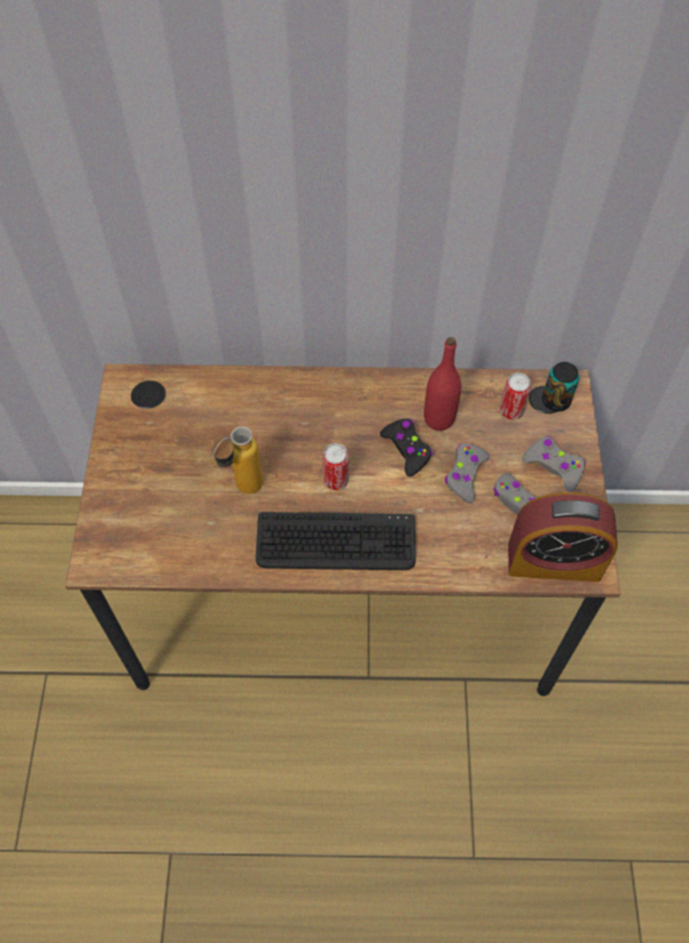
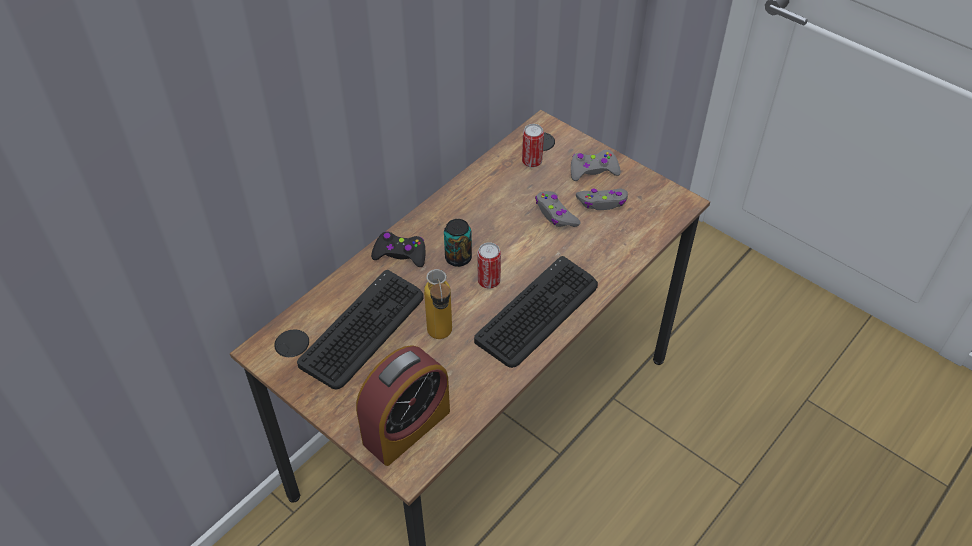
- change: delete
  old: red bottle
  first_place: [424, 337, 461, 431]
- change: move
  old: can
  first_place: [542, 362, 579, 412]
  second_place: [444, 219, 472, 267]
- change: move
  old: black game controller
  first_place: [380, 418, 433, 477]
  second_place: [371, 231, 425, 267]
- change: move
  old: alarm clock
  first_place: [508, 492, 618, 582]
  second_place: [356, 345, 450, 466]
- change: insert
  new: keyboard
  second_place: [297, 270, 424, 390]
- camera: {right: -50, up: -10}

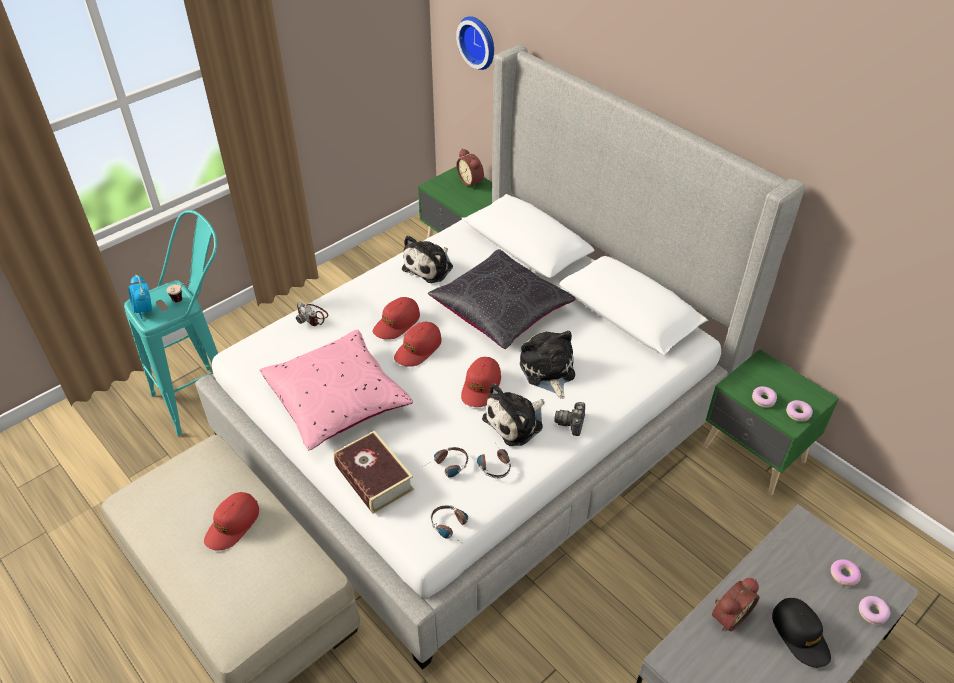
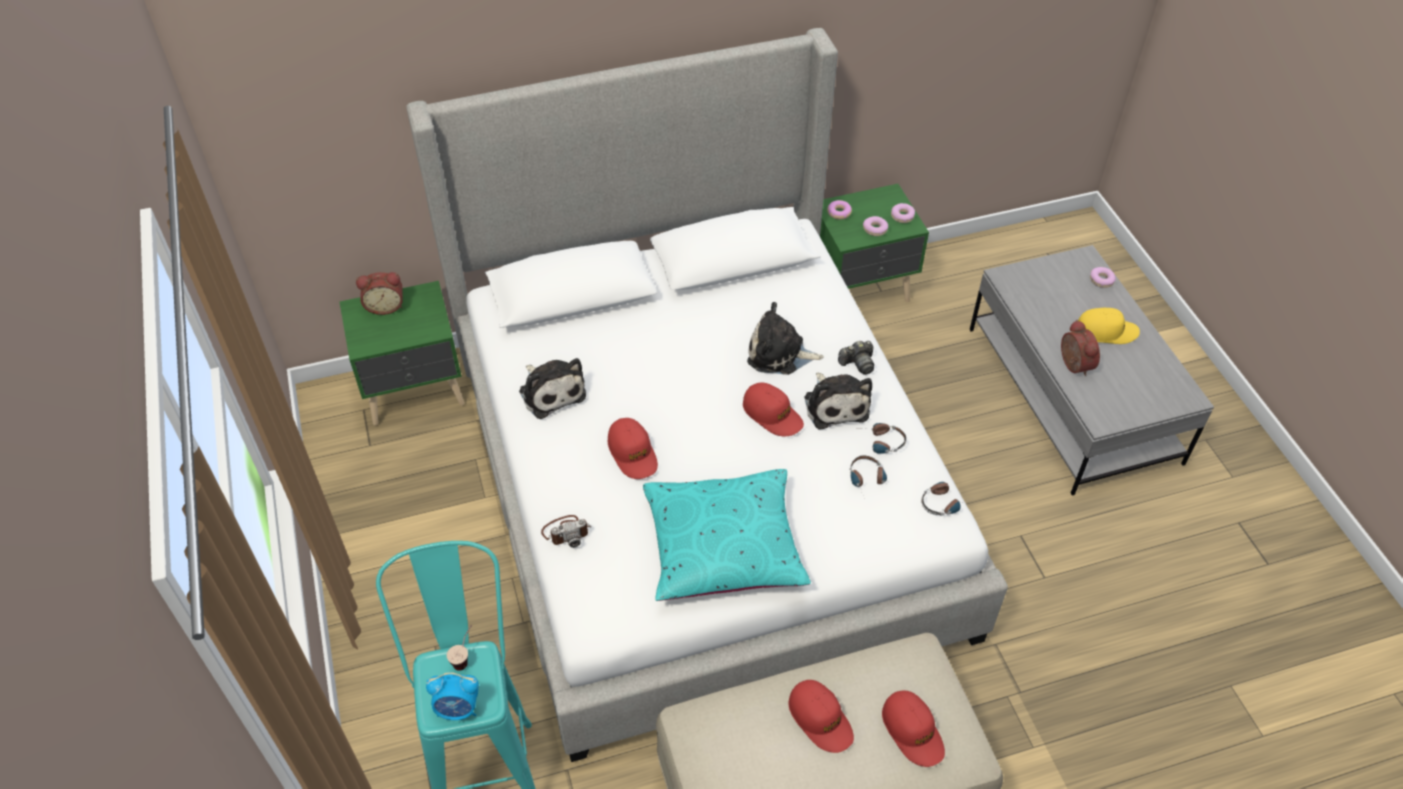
- change: delete
  old: wall clock
  first_place: [456, 16, 494, 70]
- change: delete
  old: black pillow
  first_place: [428, 249, 576, 349]
- change: move
  old: red cap
  first_place: [394, 322, 442, 367]
  second_place: [882, 690, 945, 767]
- change: recolor
  old: pink pillow
  new: turquoise pillow
  first_place: [259, 330, 413, 450]
  second_place: [643, 469, 811, 601]
- change: rotate
  old: photo camera
  first_place: [554, 402, 585, 436]
  second_place: [838, 341, 874, 375]
  degrees: -60
- change: delete
  old: book
  first_place: [333, 431, 414, 514]
- change: move
  old: donut
  first_place: [831, 559, 861, 586]
  second_place: [827, 200, 852, 220]
- change: recolor
  old: black cap
  new: yellow cap
  first_place: [772, 598, 831, 668]
  second_place: [1078, 308, 1140, 344]
- camera: {right: -65, up: 5}

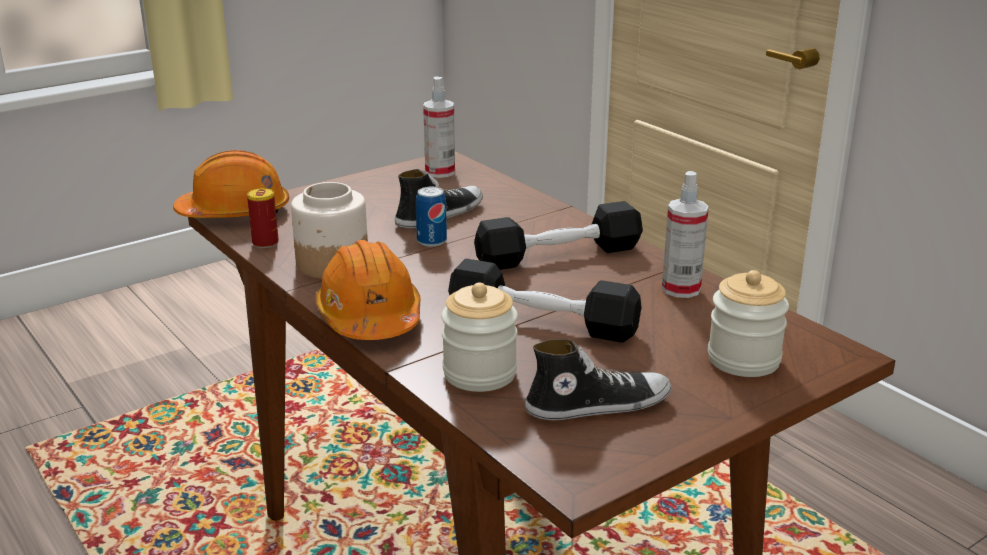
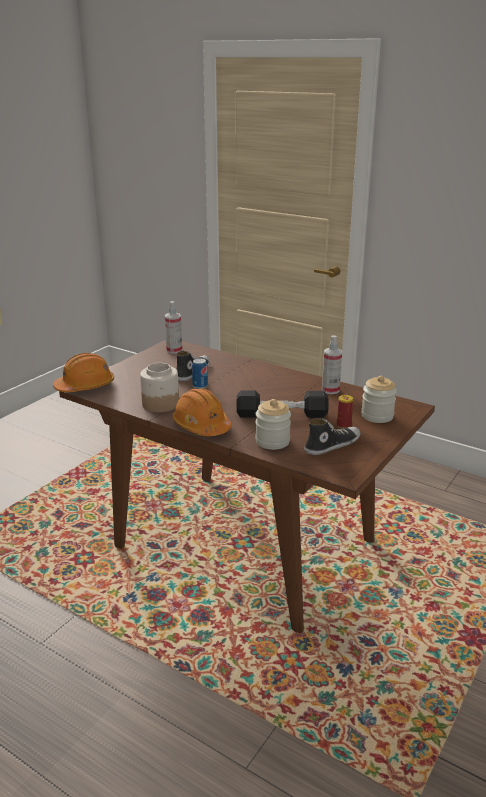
- change: move
  old: can
  first_place: [247, 188, 279, 248]
  second_place: [337, 395, 353, 428]
- change: delete
  old: black dumbbell
  first_place: [474, 201, 643, 270]
- camera: {right: -20, up: 0}

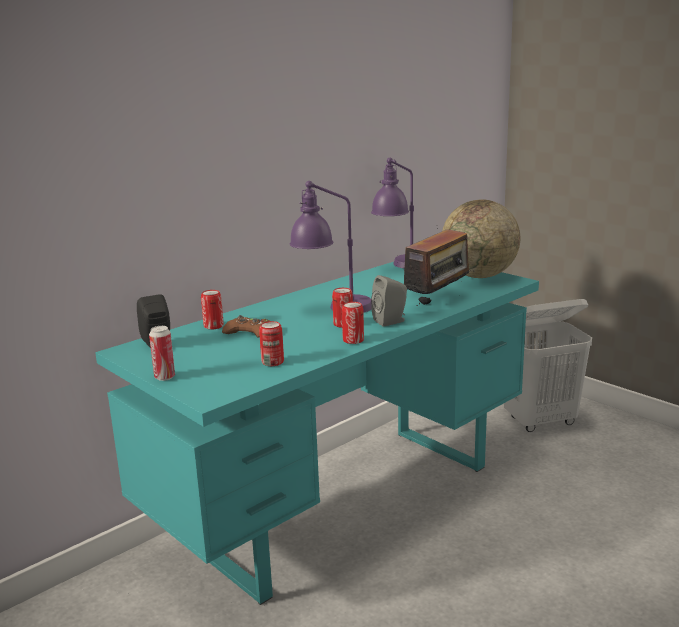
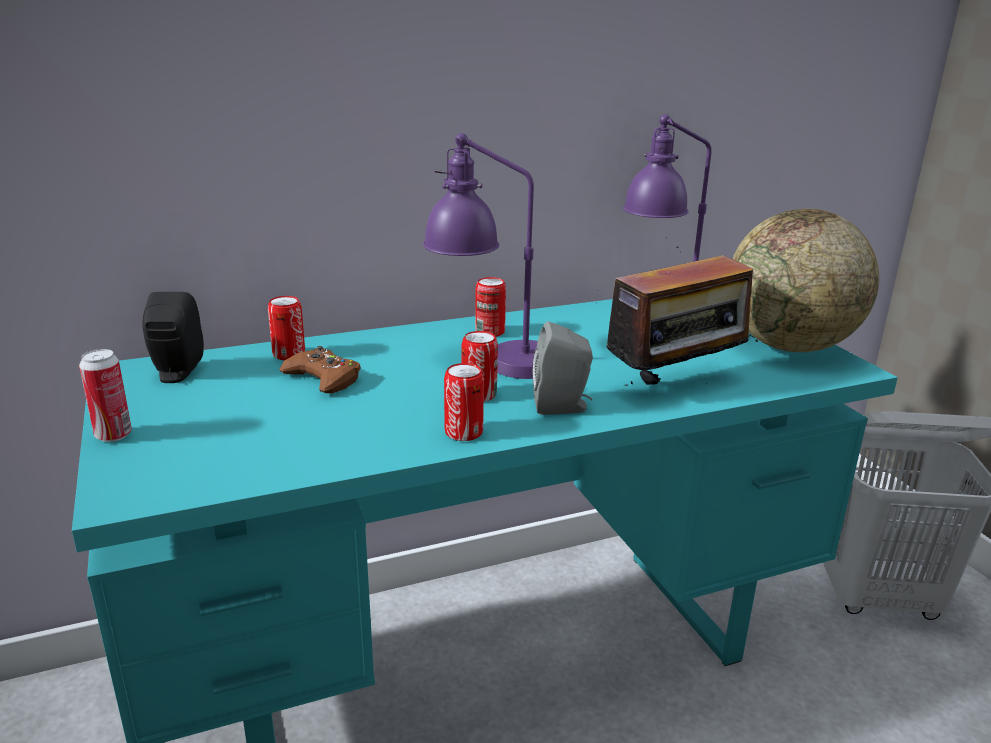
- change: move
  old: can
  first_place: [259, 321, 284, 366]
  second_place: [475, 277, 506, 337]
- camera: {right: 20, up: 5}

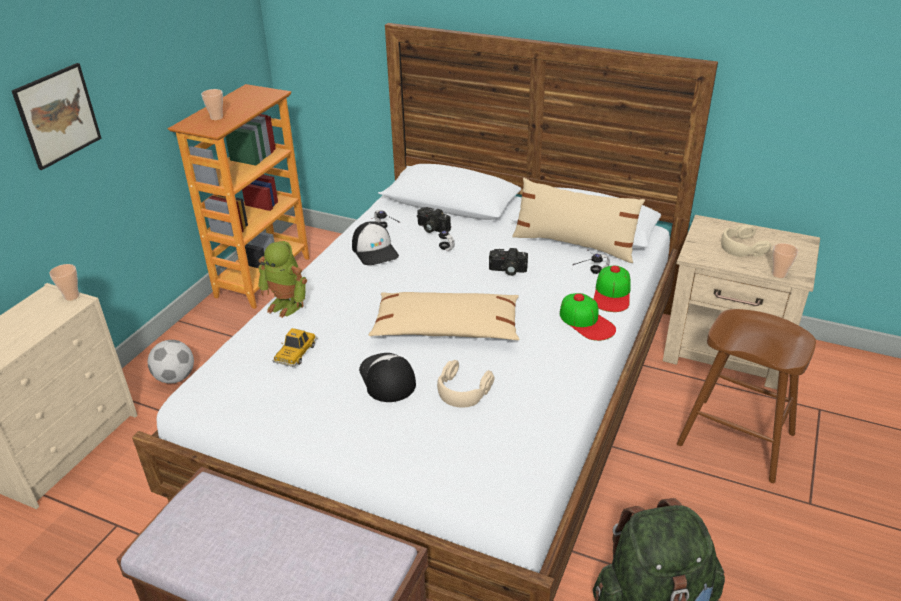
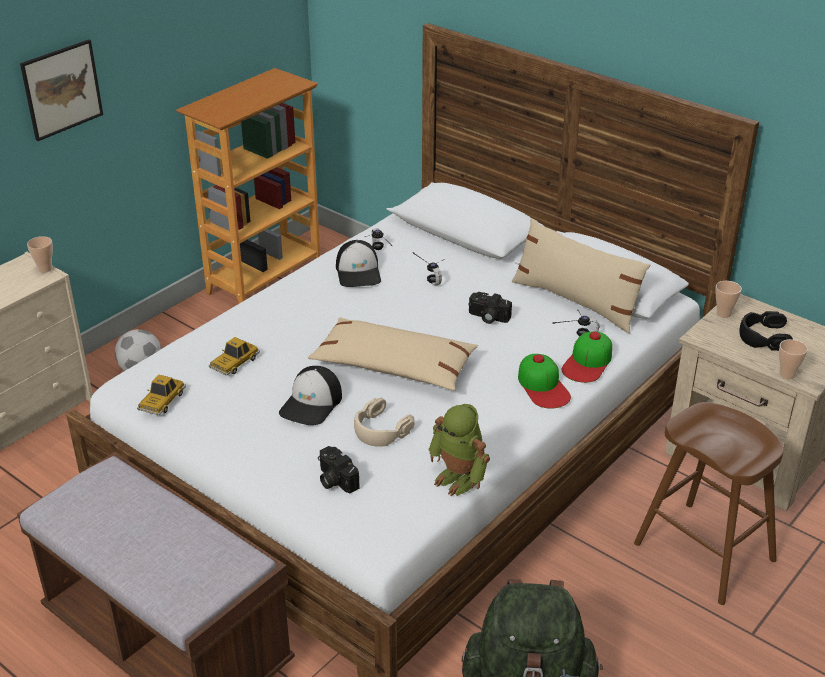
- change: move
  old: cup
  first_place: [201, 89, 223, 120]
  second_place: [715, 281, 742, 318]
- change: move
  old: photo camera
  first_place: [417, 207, 451, 233]
  second_place: [318, 446, 359, 493]
- change: recolor
  old: beige headphones
  new: black headphones
  first_place: [721, 224, 771, 257]
  second_place: [740, 311, 793, 351]
- change: move
  old: toy robot
  first_place: [258, 241, 307, 318]
  second_place: [428, 404, 490, 496]
- change: rotate
  old: cap
  first_place: [359, 353, 416, 402]
  second_place: [279, 366, 342, 425]
  degrees: -150
- change: insert
  new: toy car
  second_place: [137, 375, 186, 415]
- camera: {right: 15, up: 0}

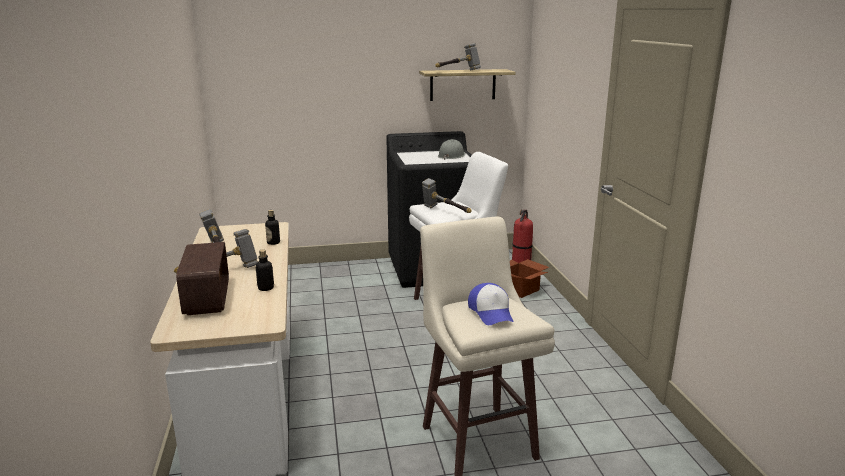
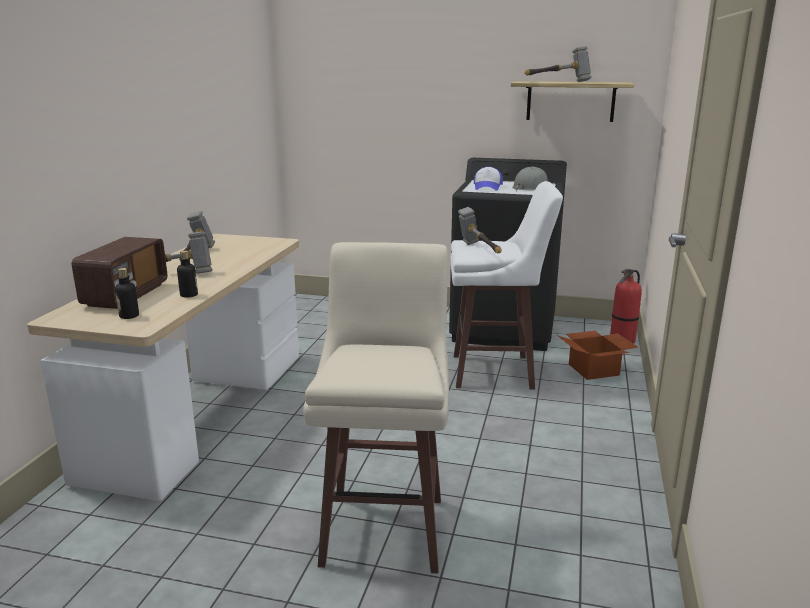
- change: move
  old: bottle
  first_place: [265, 210, 280, 245]
  second_place: [115, 268, 139, 319]
- change: move
  old: cap
  first_place: [468, 283, 514, 325]
  second_place: [474, 167, 503, 191]
- camera: {right: 25, up: 0}

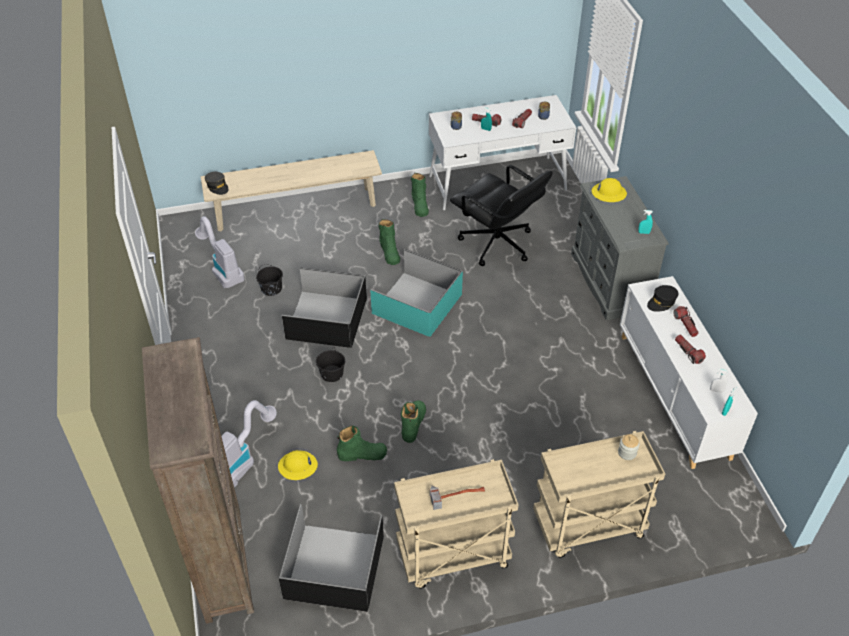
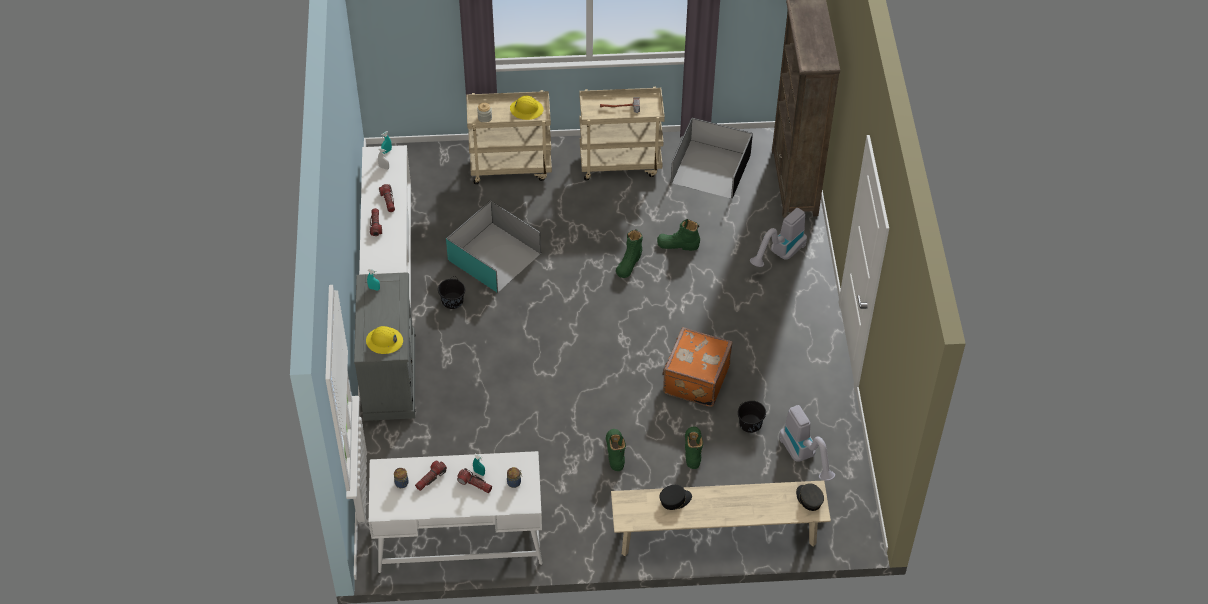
- change: delete
  old: black office chair
  first_place: [450, 165, 552, 266]
- change: move
  old: green boot
  first_place: [411, 173, 429, 217]
  second_place: [685, 426, 703, 469]
- change: move
  old: turquoise storage box
  first_place: [370, 249, 463, 337]
  second_place: [446, 200, 541, 292]
- change: replace
  old: black storage box
  new: orange suitcase
  first_place: [282, 268, 367, 348]
  second_place: [662, 327, 733, 407]
- change: move
  old: black cap
  first_place: [647, 285, 678, 312]
  second_place: [659, 485, 692, 510]
- change: move
  old: black bucket
  first_place: [316, 347, 345, 382]
  second_place: [438, 276, 465, 309]
- change: move
  old: yellow hard hat
  first_place: [278, 450, 318, 480]
  second_place: [510, 96, 543, 120]
- camera: {right: -170, up: 5}

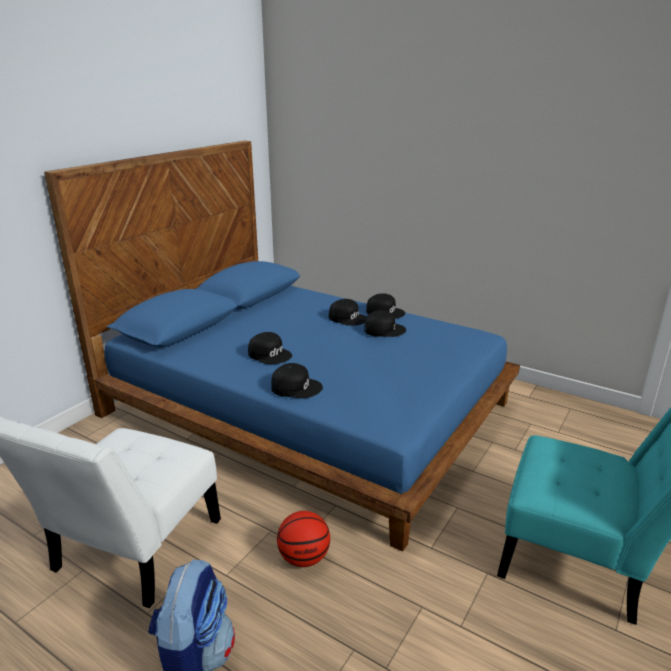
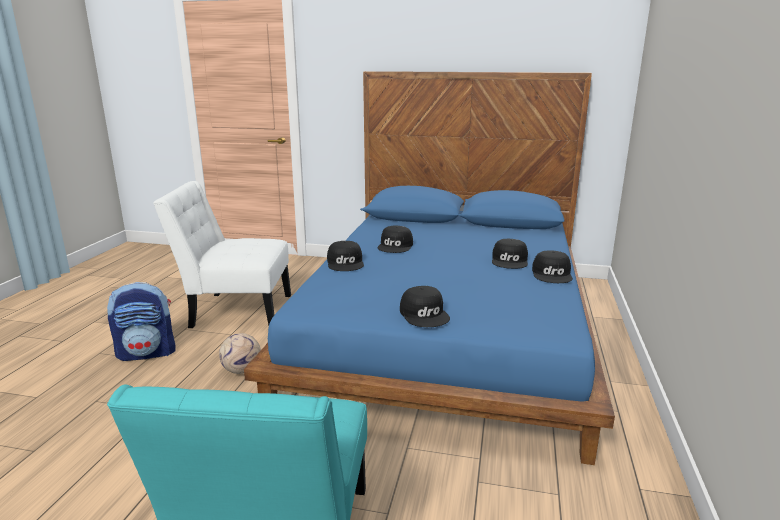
- change: move
  old: black cap
  first_place: [364, 310, 406, 337]
  second_place: [400, 286, 450, 327]
- change: replace
  old: basketball
  new: football
  first_place: [277, 511, 330, 567]
  second_place: [219, 333, 261, 374]
- camera: {right: 70, up: -5}

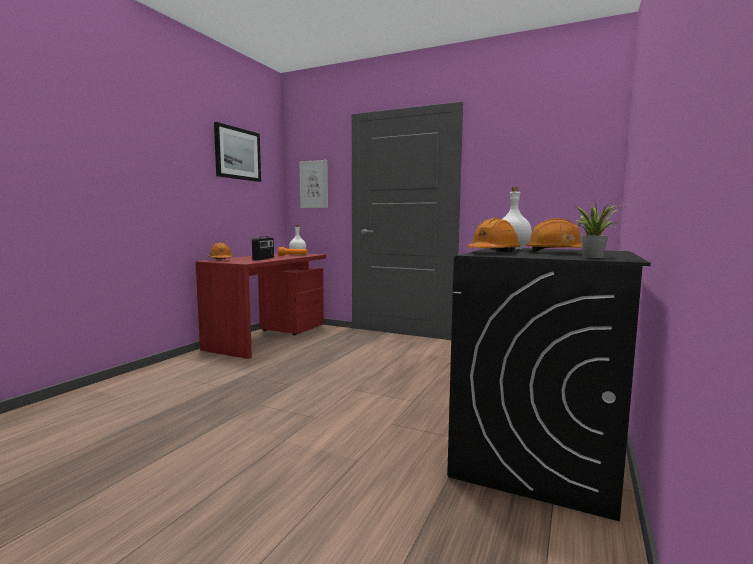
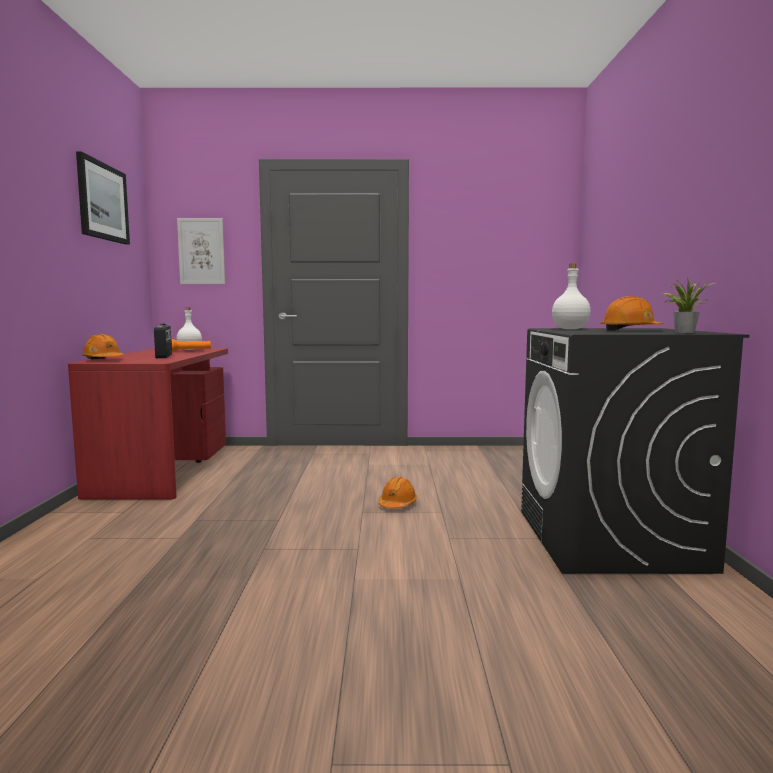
- change: move
  old: orange hard hat
  first_place: [466, 218, 520, 252]
  second_place: [378, 477, 417, 508]
- camera: {right: -25, up: 0}

